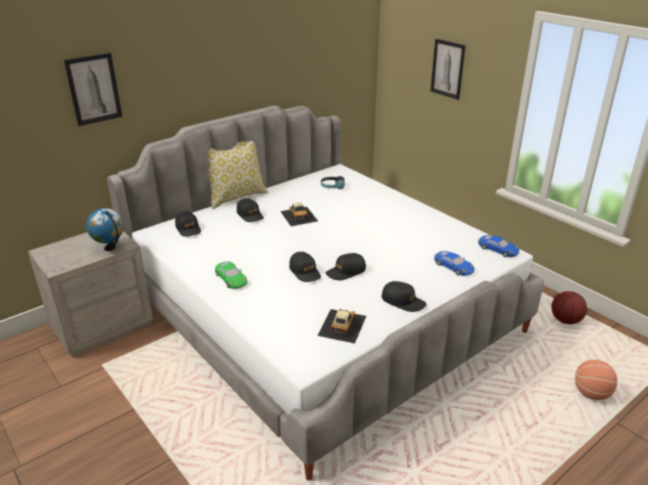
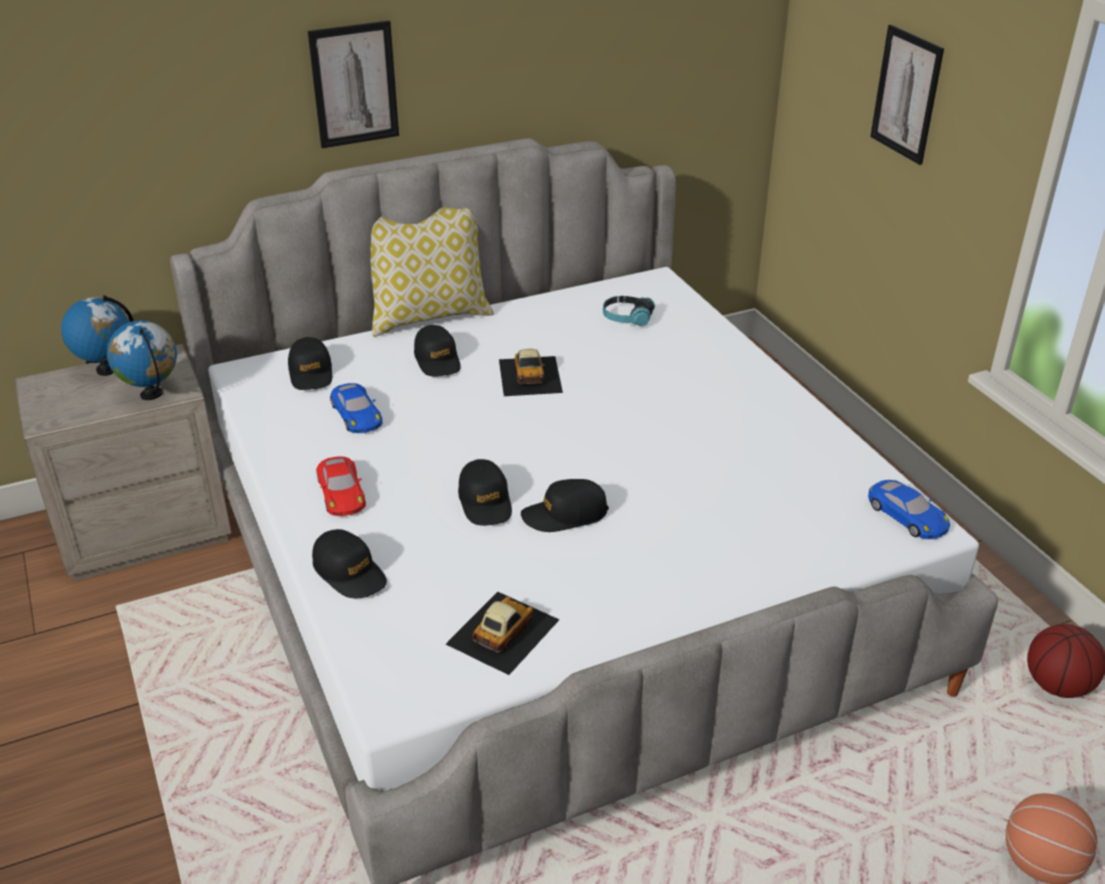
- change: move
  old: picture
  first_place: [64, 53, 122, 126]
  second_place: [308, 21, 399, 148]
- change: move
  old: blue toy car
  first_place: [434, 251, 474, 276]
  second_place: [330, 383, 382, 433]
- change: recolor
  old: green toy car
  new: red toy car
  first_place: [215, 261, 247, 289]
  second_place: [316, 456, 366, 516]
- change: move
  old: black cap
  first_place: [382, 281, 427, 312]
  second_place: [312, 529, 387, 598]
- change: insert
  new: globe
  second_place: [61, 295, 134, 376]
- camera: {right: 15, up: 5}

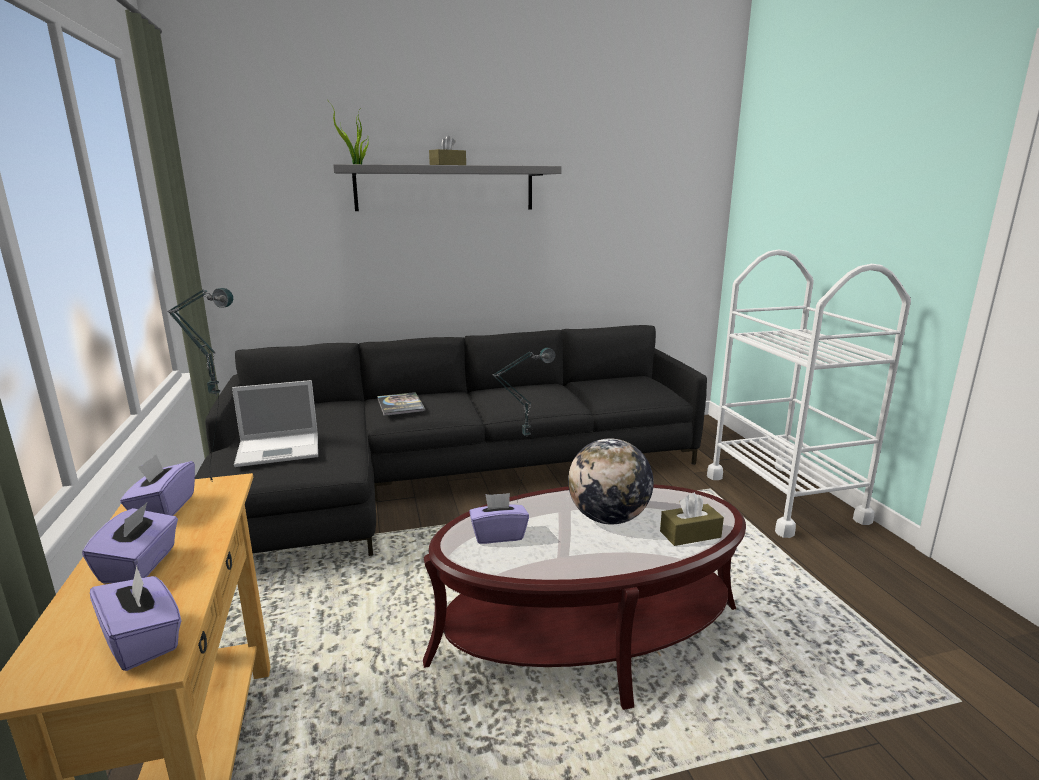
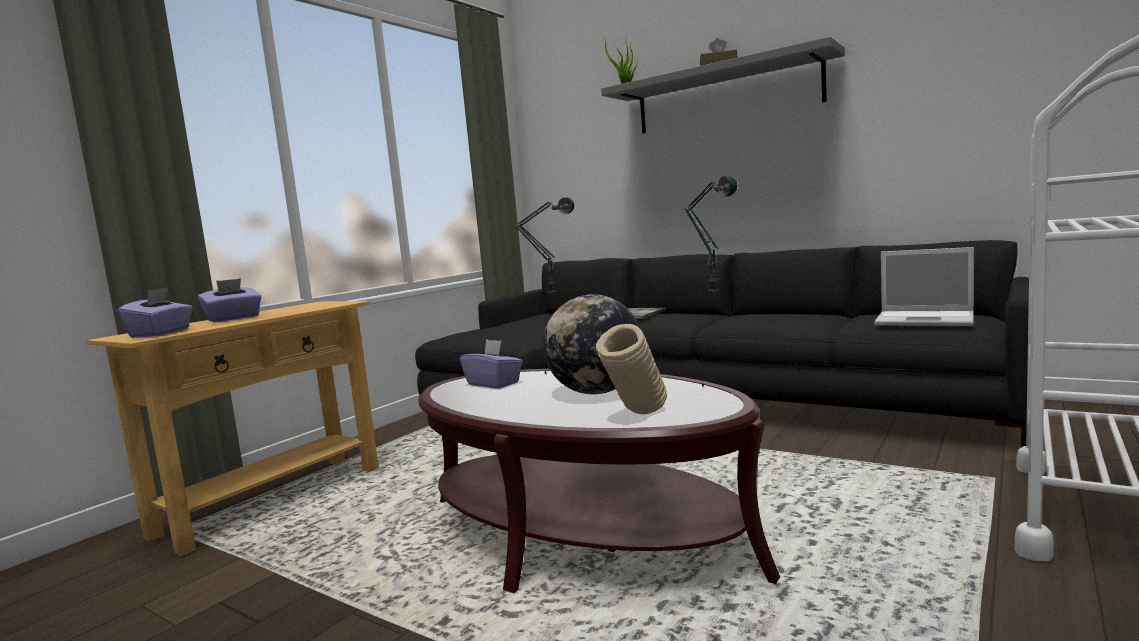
- change: move
  old: table lamp
  first_place: [167, 288, 233, 482]
  second_place: [685, 176, 737, 388]
- change: move
  old: laptop
  first_place: [232, 380, 318, 467]
  second_place: [874, 247, 974, 326]
- change: delete
  old: purple tissue box
  first_place: [120, 454, 195, 516]
- change: replace
  old: brown tissue box
  new: beige vase
  first_place: [660, 492, 724, 546]
  second_place: [596, 324, 667, 414]
- camera: {right: 50, up: -10}

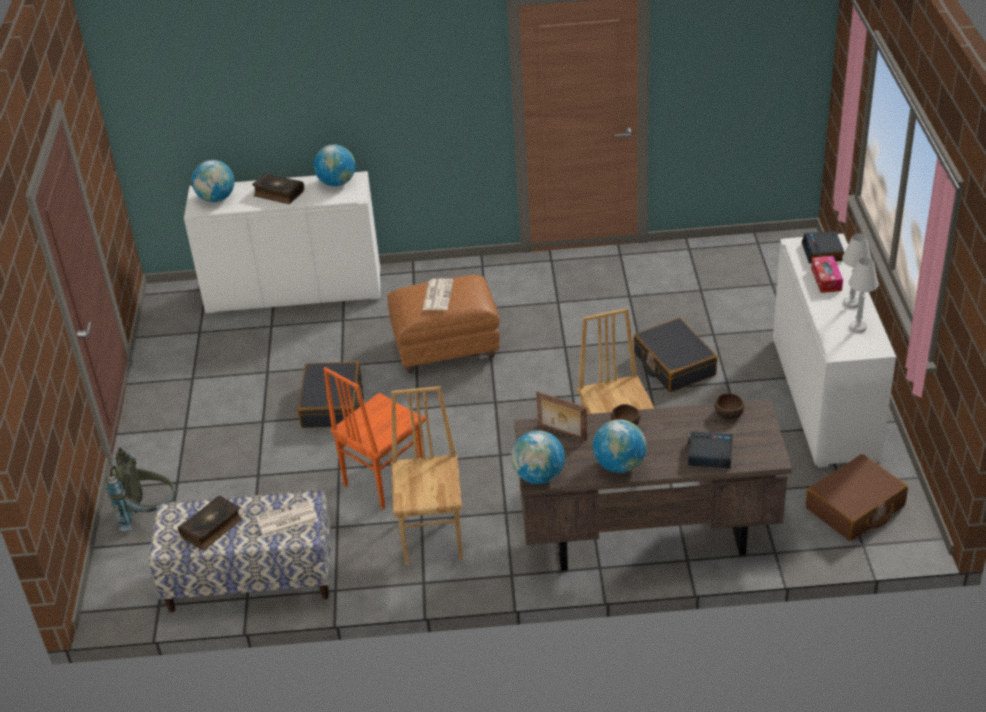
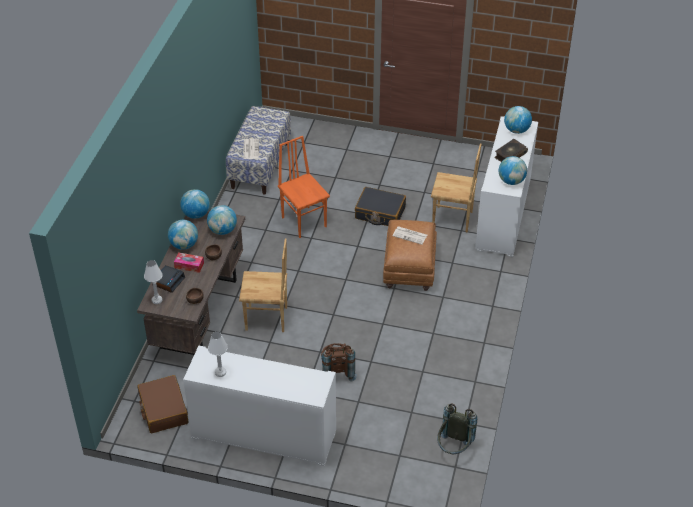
- change: delete
  old: alarm clock
  first_place: [802, 231, 845, 263]
- change: move
  old: white table lamp
  first_place: [842, 233, 871, 308]
  second_place: [144, 260, 163, 304]
- change: move
  old: tissue box
  first_place: [811, 256, 843, 293]
  second_place: [174, 252, 204, 273]
- change: replace
  old: black suitcase
  new: brown backpack
  first_place: [634, 318, 718, 392]
  second_place: [321, 343, 357, 381]
- change: move
  old: brown chair
  first_place: [391, 386, 463, 565]
  second_place: [431, 143, 481, 233]
- change: replace
  old: picture frame
  new: globe
  first_place: [536, 392, 587, 441]
  second_place: [207, 205, 237, 235]
- change: move
  old: grey backpack
  first_place: [106, 448, 176, 531]
  second_place: [437, 403, 477, 454]
- change: delete
  old: book
  first_place: [178, 496, 243, 550]
- camera: {right: 105, up: 5}

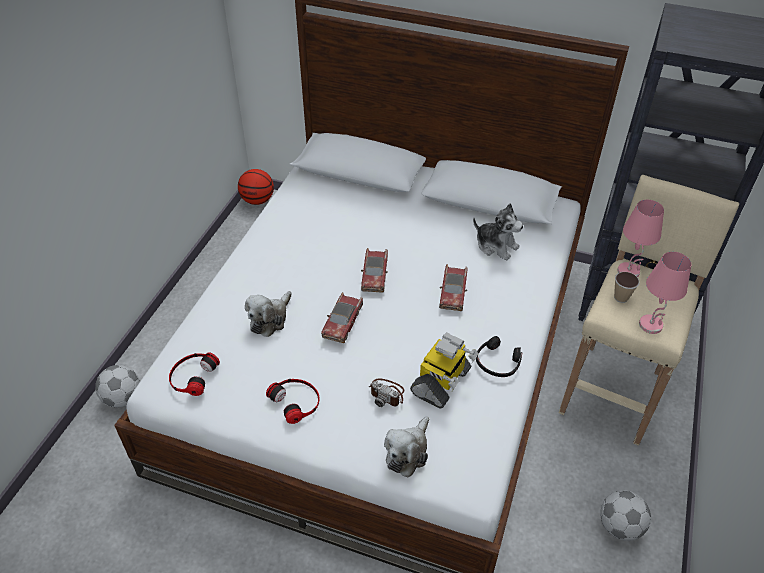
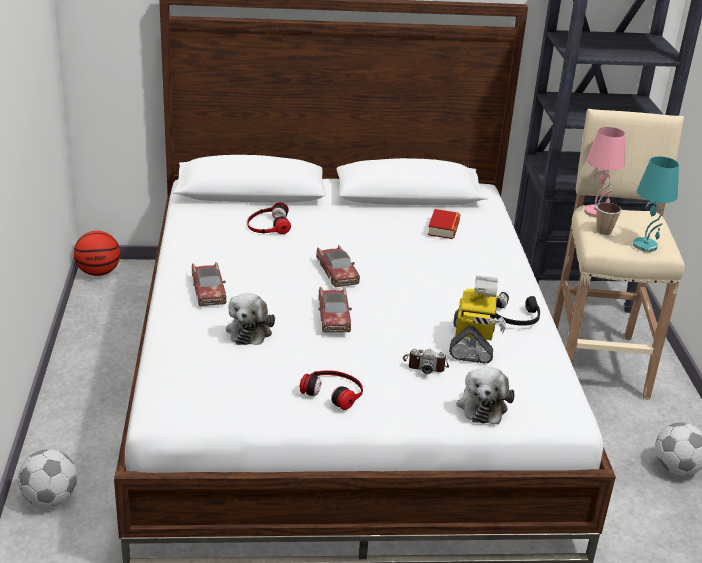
- change: replace
  old: plush toy
  new: book
  first_place: [473, 203, 523, 260]
  second_place: [427, 209, 460, 239]
- change: recolor
  old: pink table lamp
  new: turquoise table lamp
  first_place: [639, 252, 691, 334]
  second_place: [633, 156, 679, 252]
- change: move
  old: toy car
  first_place: [439, 264, 468, 311]
  second_place: [192, 262, 226, 306]
- change: move
  old: headphones
  first_place: [169, 353, 220, 396]
  second_place: [247, 202, 291, 234]
- camera: {right: -25, up: -15}

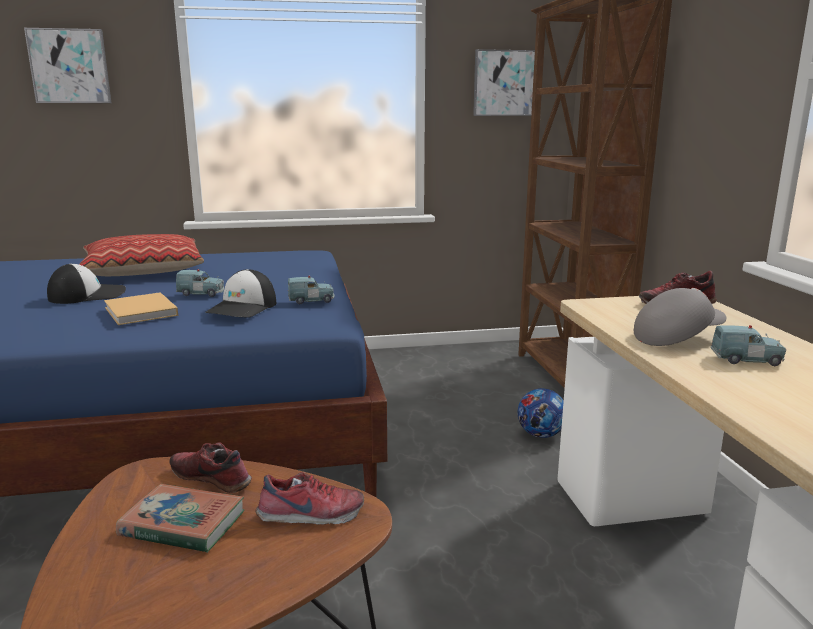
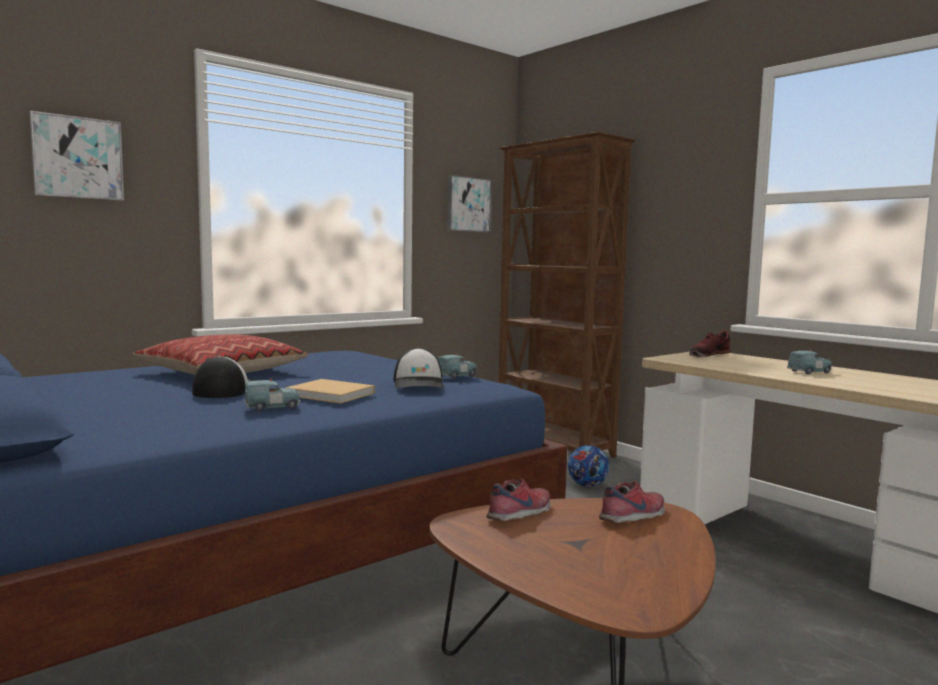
- change: move
  old: blue toy car
  first_place: [176, 269, 224, 297]
  second_place: [244, 378, 300, 412]
- change: delete
  old: grey cap
  first_place: [634, 288, 726, 346]
- change: rotate
  old: shoe
  first_place: [169, 442, 252, 493]
  second_place: [486, 478, 551, 521]
  degrees: 135
- change: delete
  old: book
  first_place: [116, 484, 244, 553]
- camera: {right: -30, up: -10}

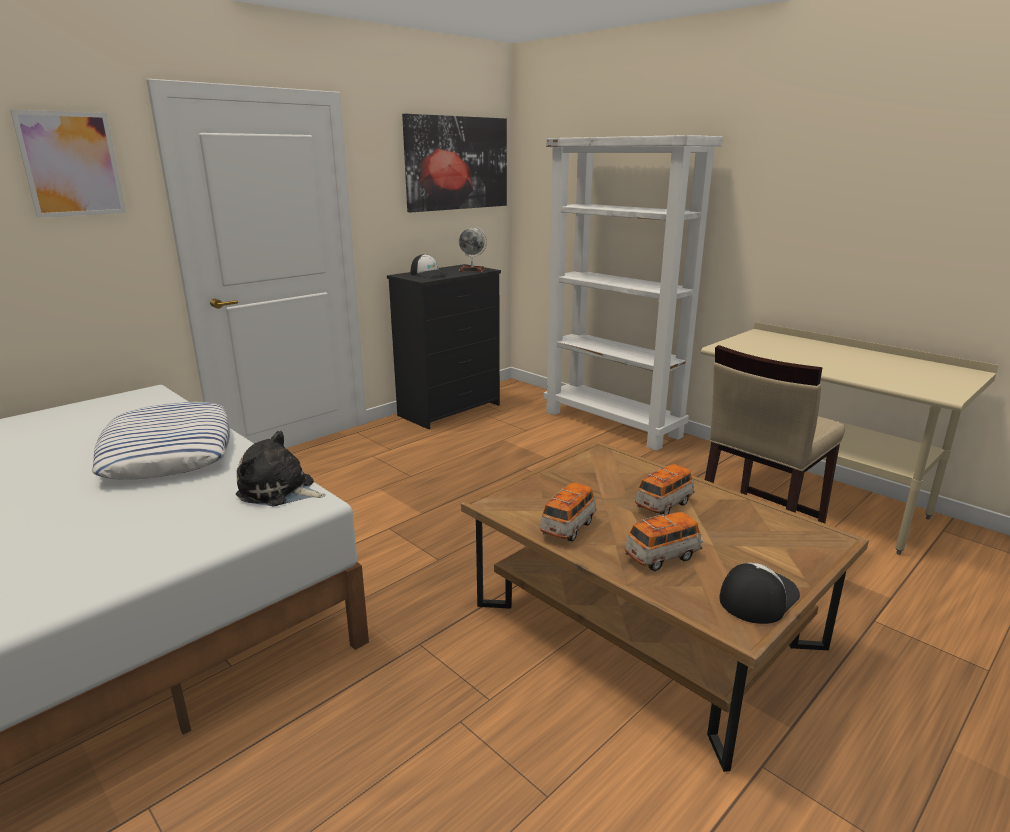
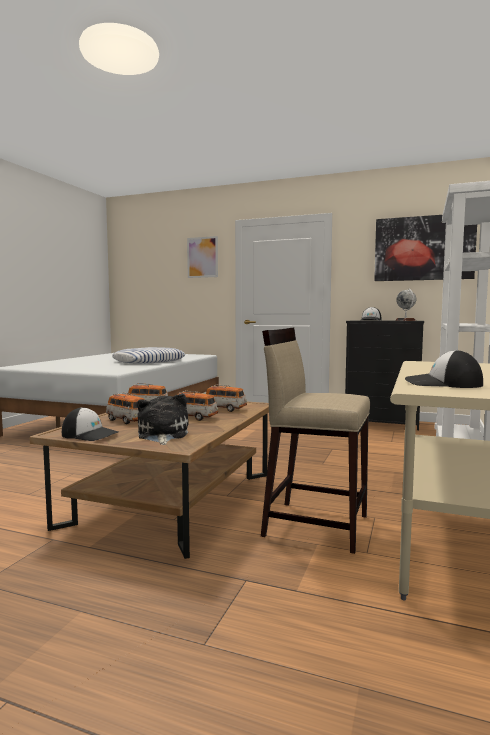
- change: move
  old: plush toy
  first_place: [236, 430, 326, 506]
  second_place: [137, 394, 188, 445]
- change: insert
  new: cap
  second_place: [405, 350, 483, 388]
- change: insert
  new: toy car
  second_place: [206, 384, 247, 412]
- camera: {right: 65, up: -15}

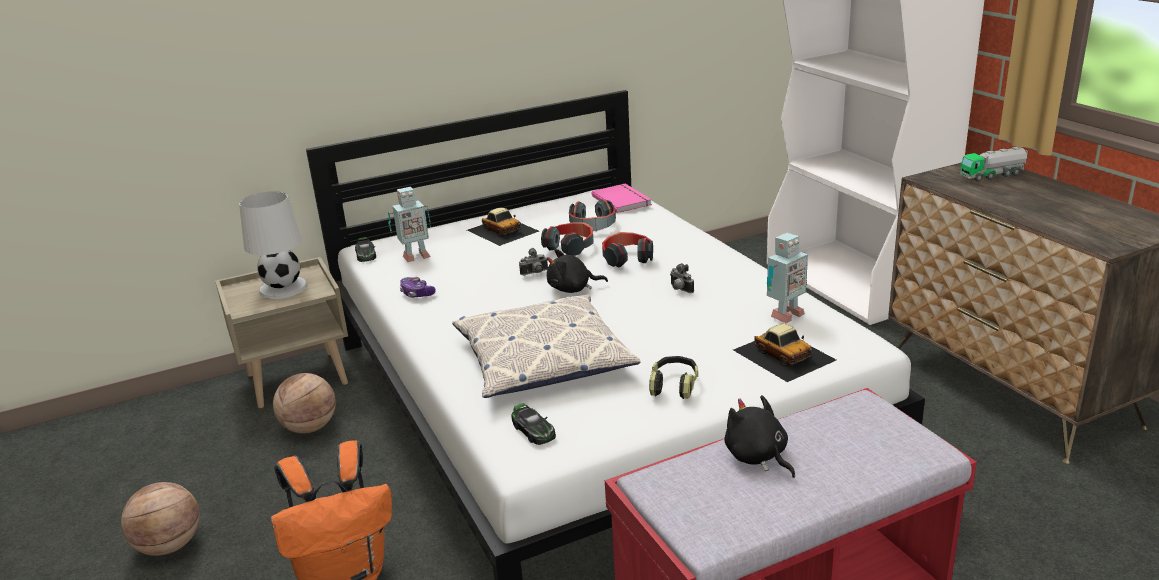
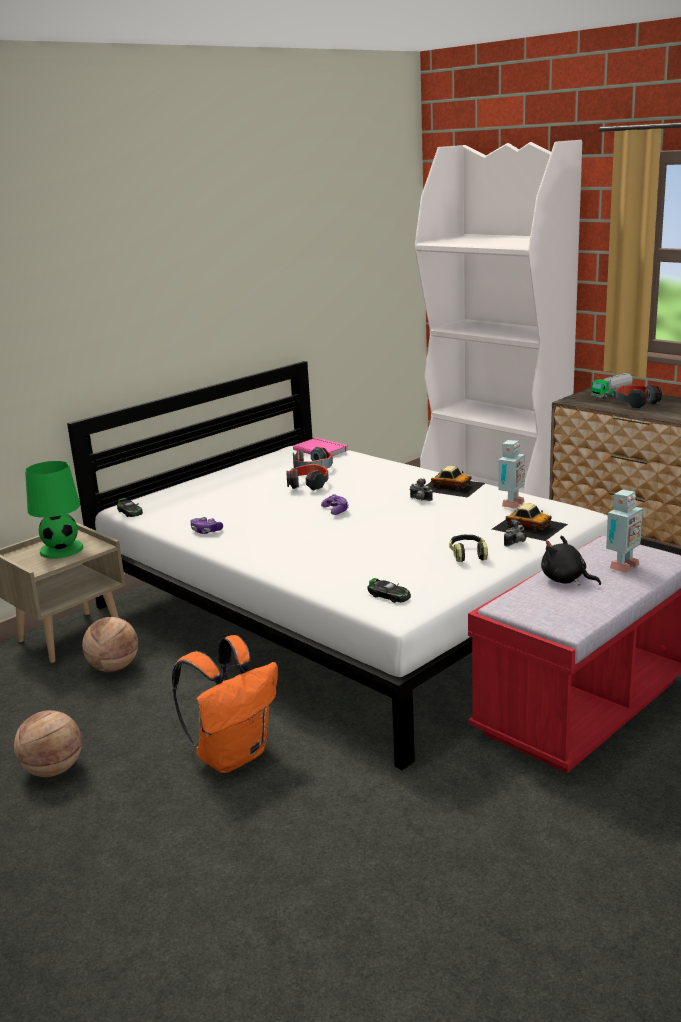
- change: move
  old: toy robot
  first_place: [388, 187, 431, 262]
  second_place: [606, 489, 643, 573]
- change: recolor
  old: white table lamp
  new: green table lamp
  first_place: [239, 191, 307, 299]
  second_place: [25, 461, 83, 559]
- change: move
  old: toy car
  first_place: [467, 208, 539, 246]
  second_place: [426, 466, 485, 498]
- change: move
  old: headphones
  first_place: [602, 232, 653, 267]
  second_place: [616, 384, 662, 408]
- change: move
  old: photo camera
  first_place: [519, 248, 548, 275]
  second_place: [504, 519, 526, 547]
- change: replace
  old: black plush toy
  new: game controller
  first_place: [547, 249, 608, 293]
  second_place: [321, 494, 349, 515]
- change: delete
  old: pillow
  first_place: [452, 295, 641, 398]
- camera: {right: -20, up: -5}

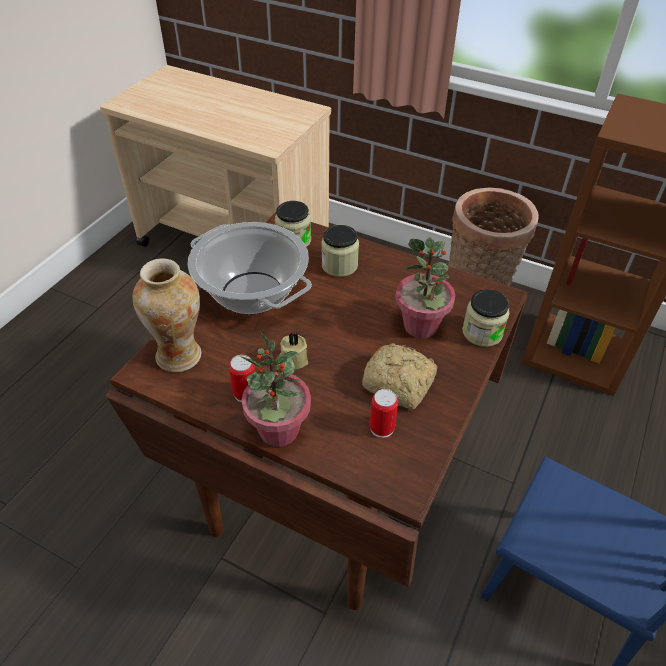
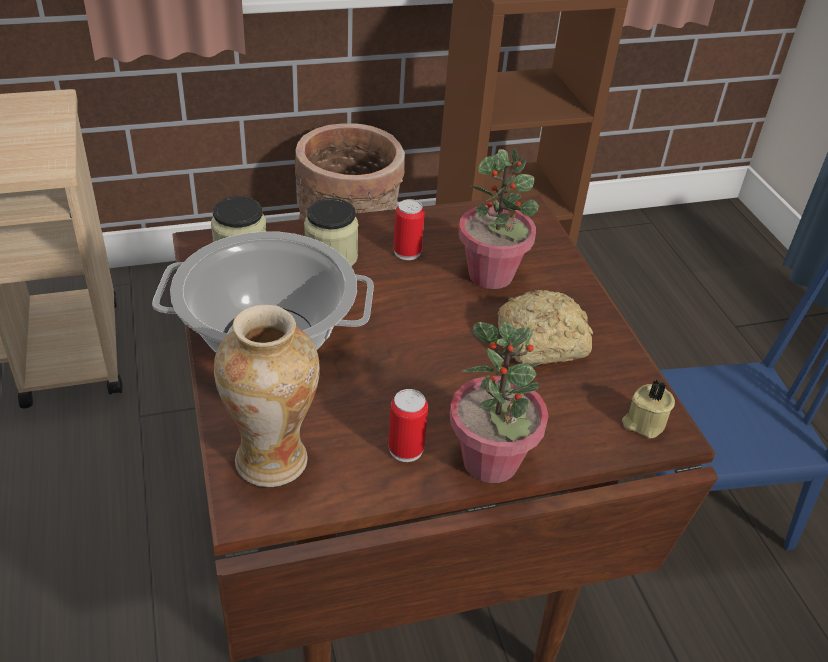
- change: delete
  old: jar
  first_place: [462, 289, 510, 347]
- change: move
  old: beige candle
  first_place: [279, 333, 308, 369]
  second_place: [622, 380, 675, 439]
- change: move
  old: can
  first_place: [370, 389, 398, 438]
  second_place: [394, 199, 425, 260]
- camera: {right: -45, up: -5}

